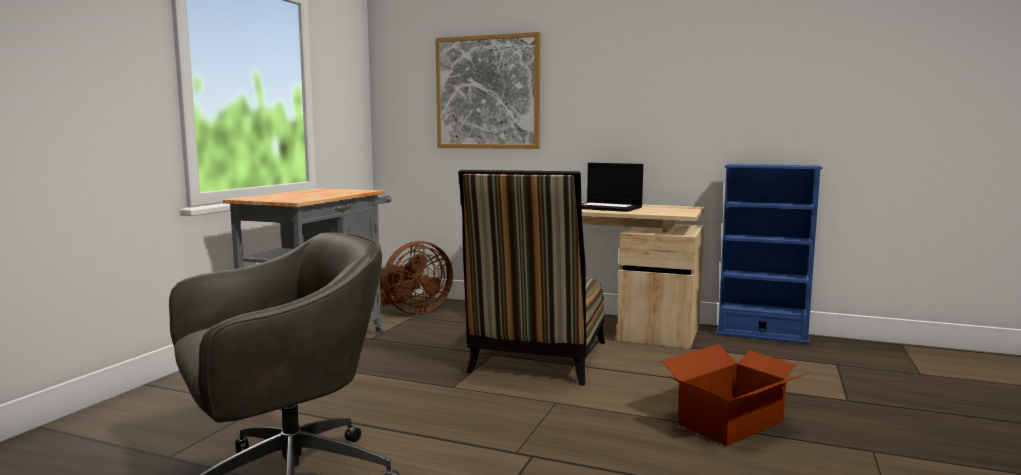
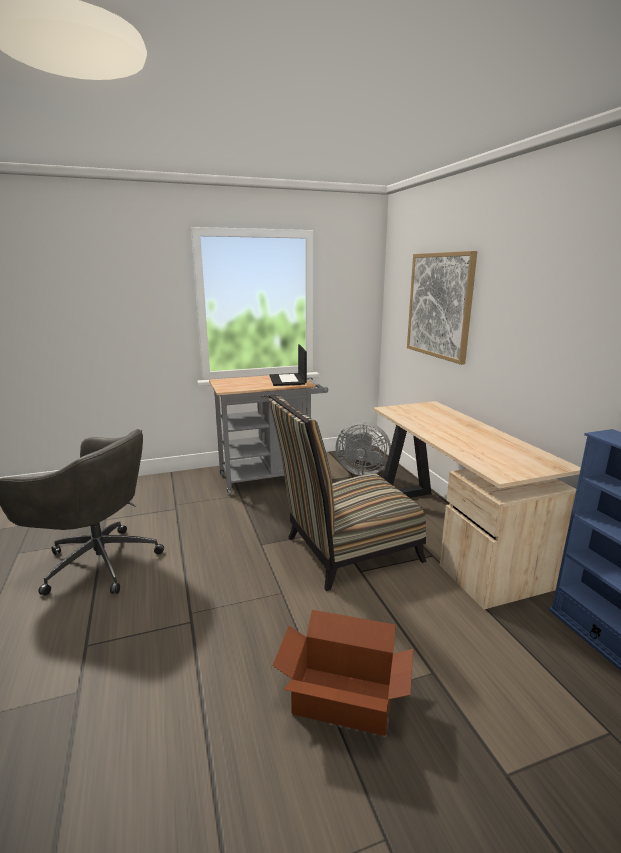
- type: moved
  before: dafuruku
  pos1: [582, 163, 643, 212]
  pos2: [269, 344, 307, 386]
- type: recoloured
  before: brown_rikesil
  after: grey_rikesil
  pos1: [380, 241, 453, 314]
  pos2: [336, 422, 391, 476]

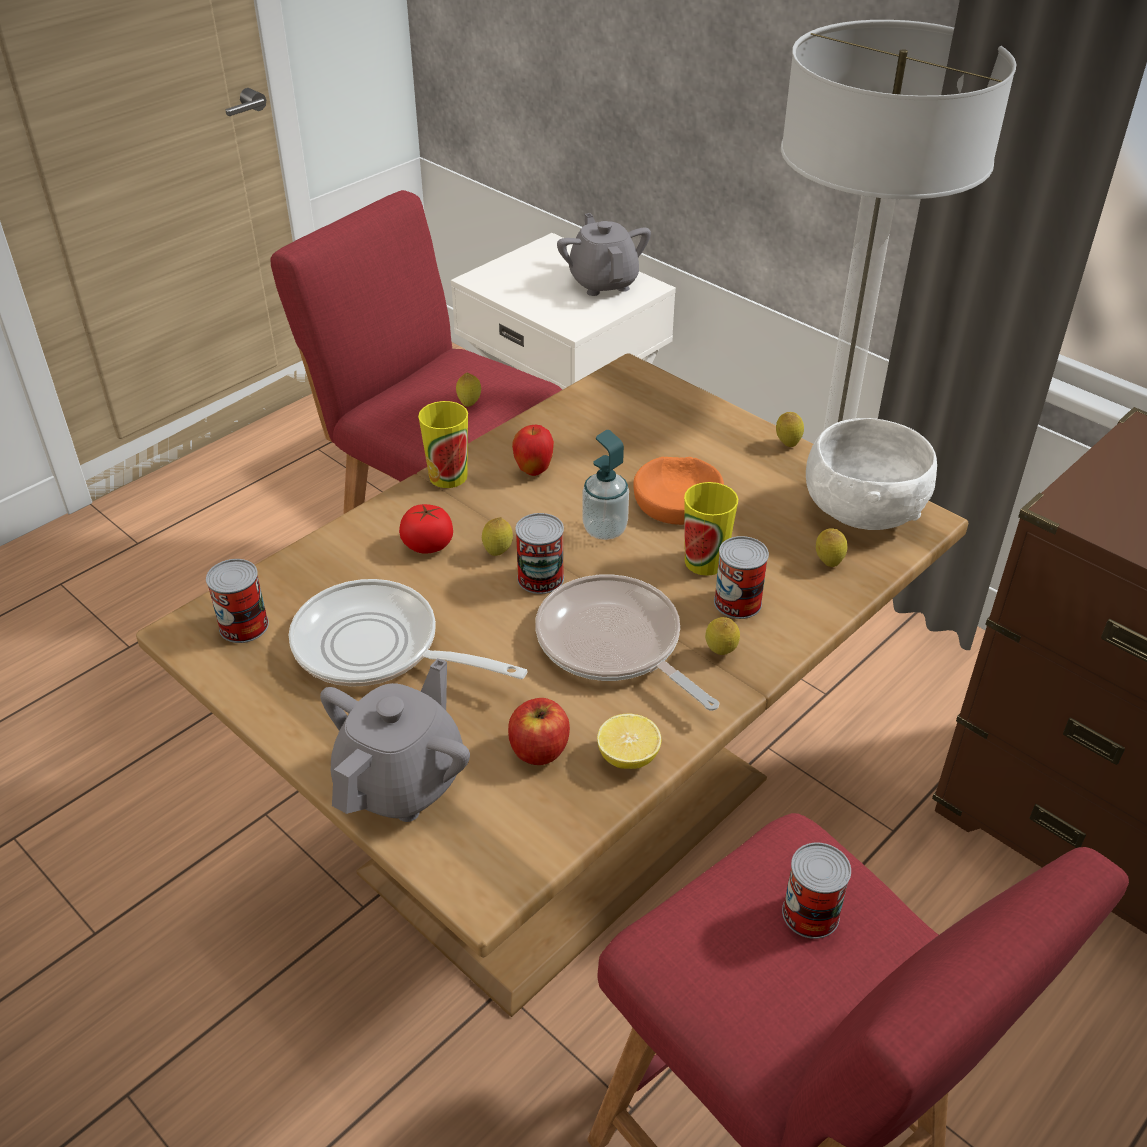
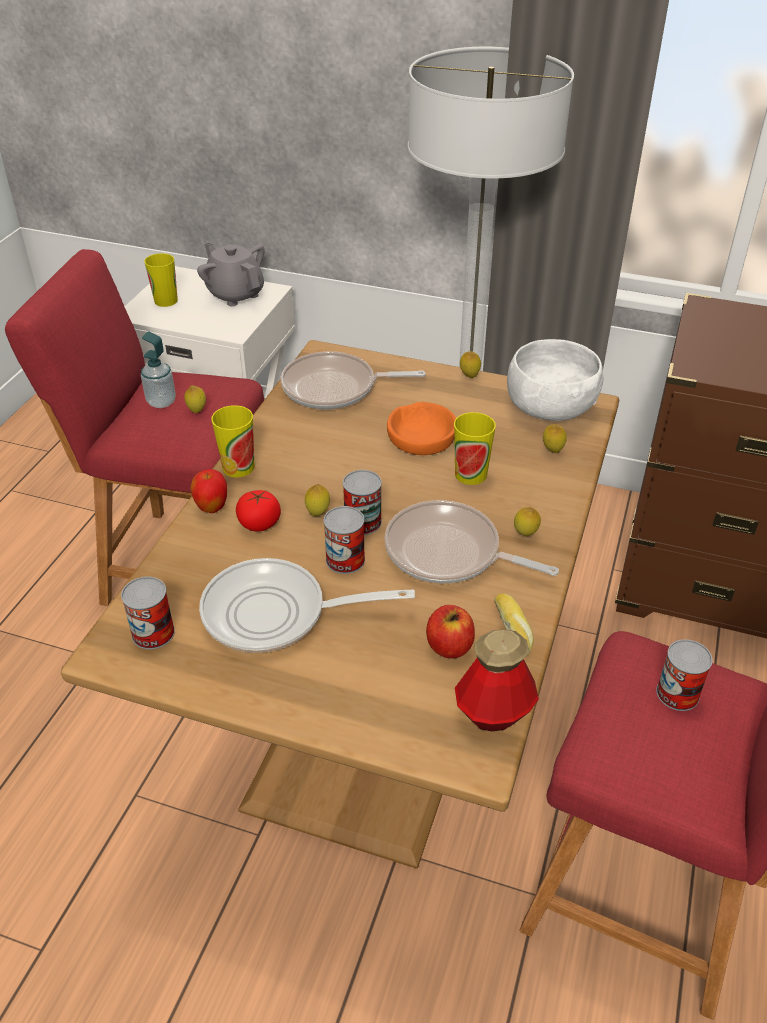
- type: moved
  before: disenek
  pos1: [512, 425, 554, 476]
  pos2: [190, 469, 227, 513]
- type: moved
  before: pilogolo
  pos1: [582, 430, 629, 540]
  pos2: [141, 332, 176, 408]
- type: moved
  before: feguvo
  pos1: [714, 536, 769, 619]
  pos2: [324, 506, 365, 574]
- type: removed
  before: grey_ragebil
  pos1: [320, 658, 470, 822]
- type: replaced
  before: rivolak
  after: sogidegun
  pos1: [597, 714, 661, 769]
  pos2: [494, 593, 534, 656]
- type: added
  after: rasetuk
  pos2: [144, 253, 178, 307]
- type: added
  after: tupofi
  pos2: [280, 351, 426, 409]
- type: added
  after: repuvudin
  pos2: [455, 629, 539, 731]

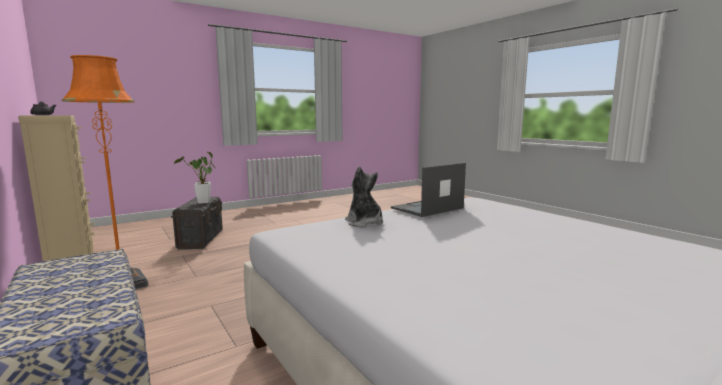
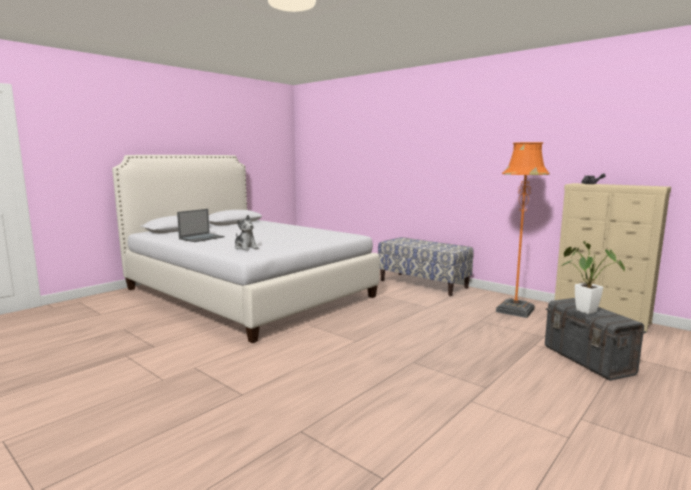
- type: moved
  before: dafuruku
  pos1: [391, 163, 466, 217]
  pos2: [177, 209, 224, 242]
- type: moved
  before: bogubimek
  pos1: [345, 166, 383, 227]
  pos2: [235, 215, 259, 250]

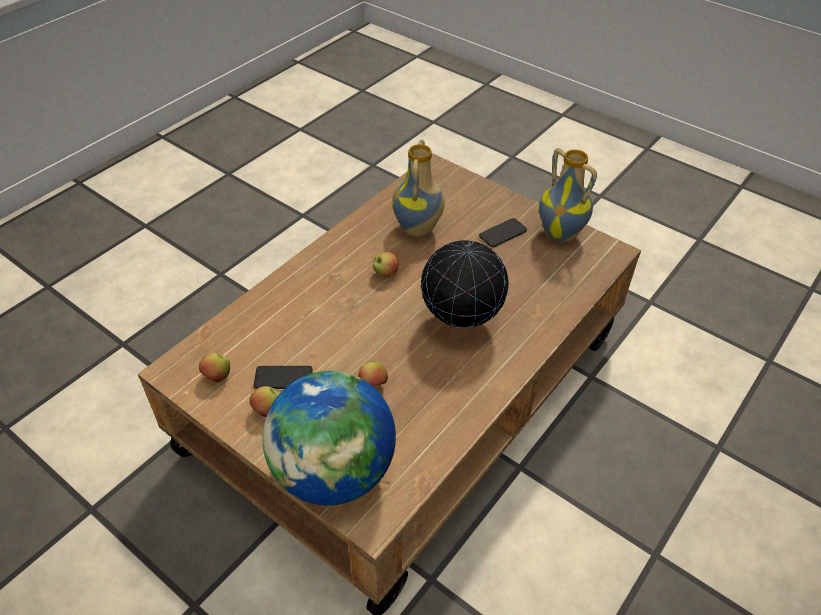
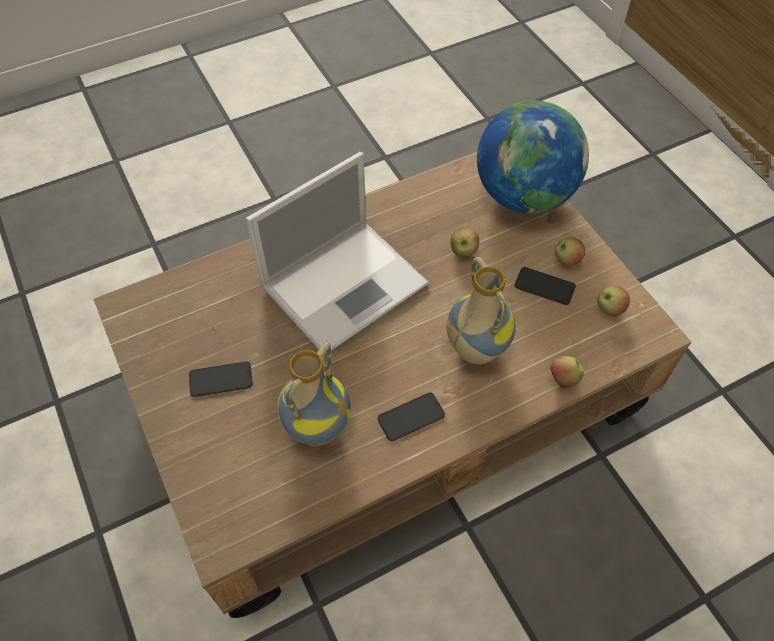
- type: moved
  before: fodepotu
  pos1: [539, 148, 597, 242]
  pos2: [446, 257, 516, 364]
- type: replaced
  before: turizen
  after: dafuruku
  pos1: [420, 240, 509, 328]
  pos2: [246, 152, 429, 351]
- type: moved
  before: disenek
  pos1: [373, 251, 399, 278]
  pos2: [550, 356, 584, 388]
- type: added
  after: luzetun
  pos2: [377, 392, 445, 441]

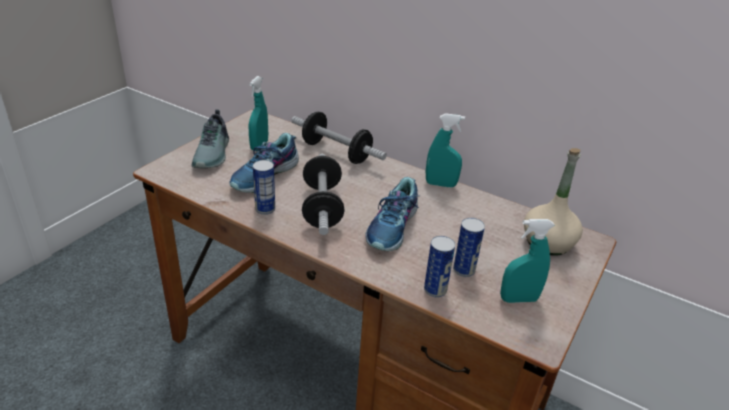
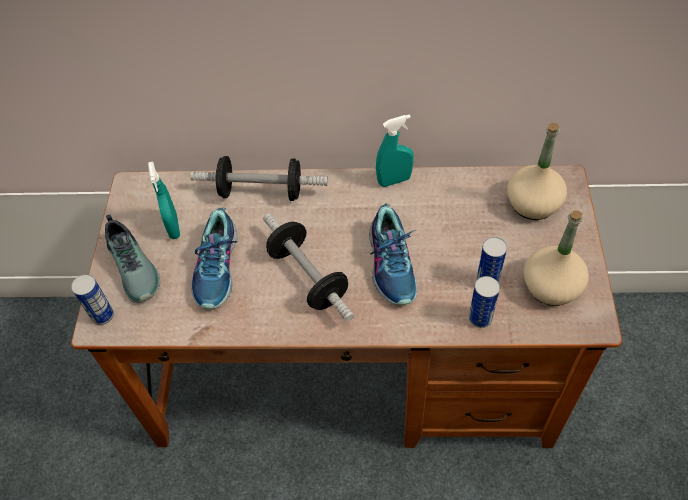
- type: moved
  before: feguvo
  pos1: [253, 160, 275, 215]
  pos2: [71, 274, 114, 325]
- type: replaced
  before: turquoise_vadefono
  after: beige_repuvudin
  pos1: [500, 219, 555, 303]
  pos2: [523, 211, 589, 306]

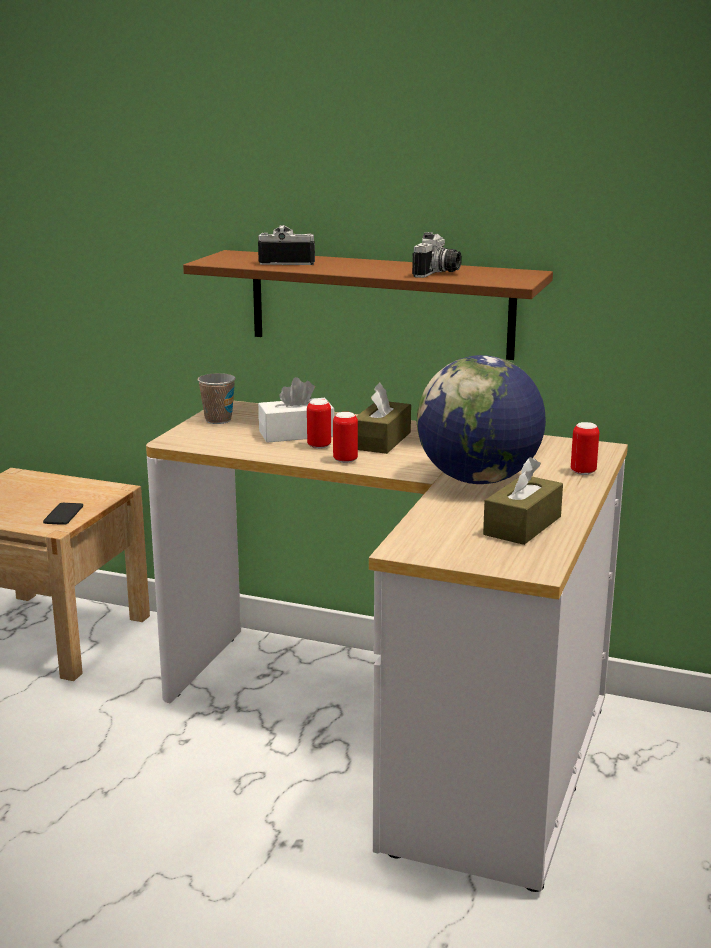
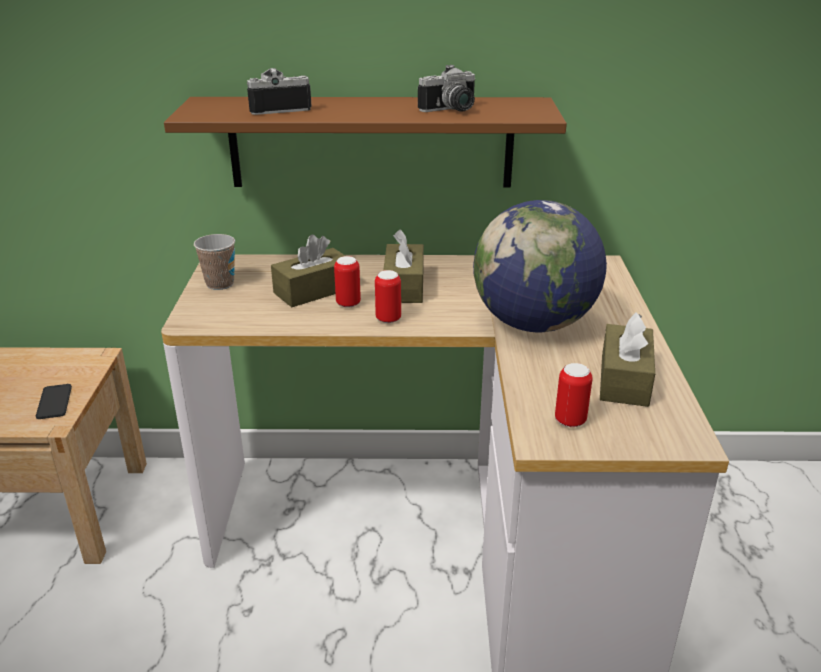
- type: turned
  before: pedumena
  pos1: [412, 232, 462, 278]
  pos2: [418, 65, 476, 112]
  turn: 60
- type: recoloured
  before: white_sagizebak
  after: brown_sagizebak
  pos1: [258, 377, 334, 443]
  pos2: [271, 235, 345, 307]
- type: moved
  before: feguvo
  pos1: [571, 422, 599, 475]
  pos2: [555, 363, 593, 427]

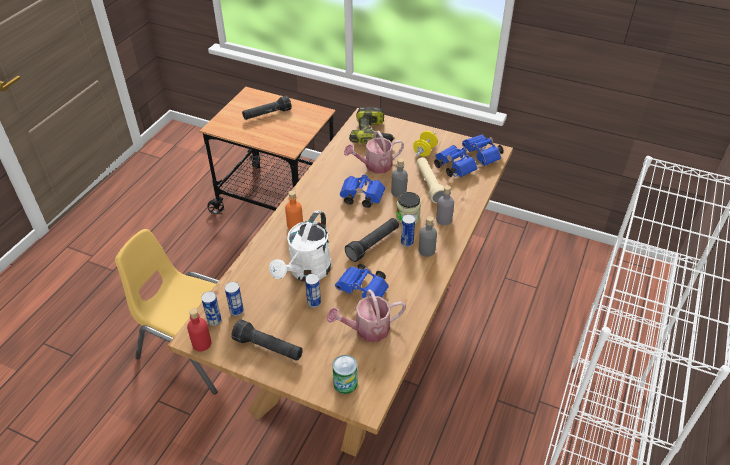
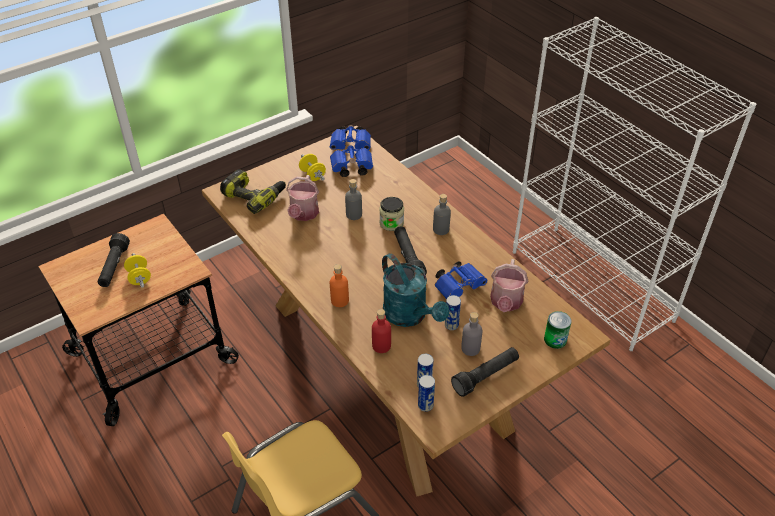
- type: removed
  before: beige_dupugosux
  pos1: [417, 157, 444, 203]
- type: removed
  before: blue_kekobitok
  pos1: [340, 174, 385, 208]
- type: moved
  before: grey_repuvudin
  pos1: [436, 185, 454, 225]
  pos2: [461, 312, 482, 356]
- type: recoloured
  before: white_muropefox
  after: turquoise_muropefox
  pos1: [269, 210, 331, 282]
  pos2: [382, 253, 449, 327]
- type: removed
  before: feguvo
  pos1: [401, 214, 415, 247]
- type: moved
  before: red_repuvudin
  pos1: [187, 308, 211, 351]
  pos2: [372, 309, 391, 353]
- type: added
  after: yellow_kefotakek
  pos2: [124, 253, 151, 287]

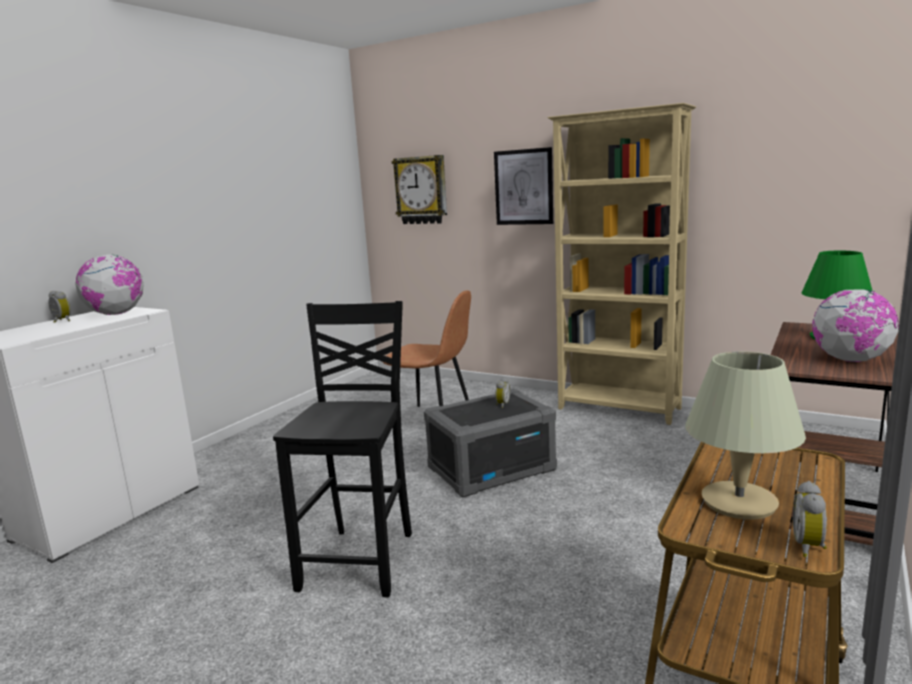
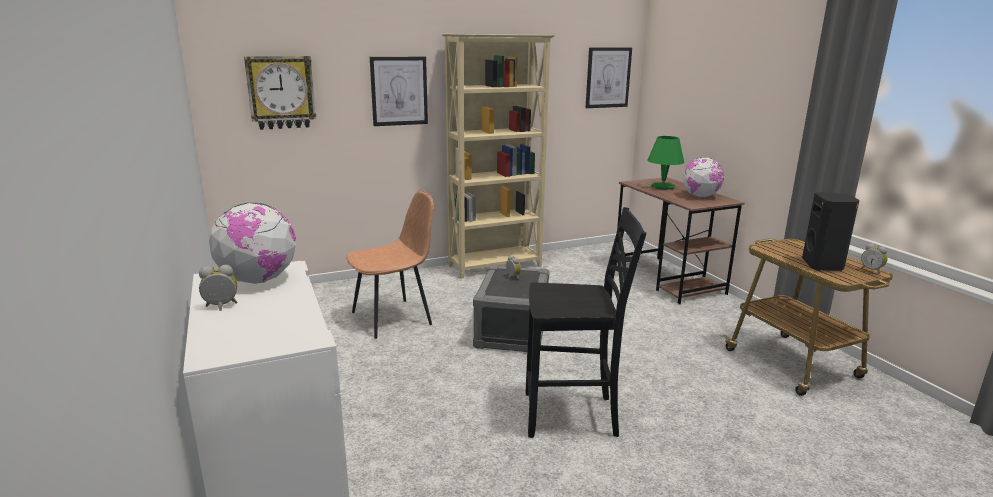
- type: turned
  before: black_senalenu
  pos1: [273, 301, 412, 598]
  pos2: [526, 207, 646, 438]
  turn: 135
- type: replaced
  before: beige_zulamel
  after: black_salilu
  pos1: [685, 352, 806, 520]
  pos2: [802, 192, 859, 271]
- type: added
  after: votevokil
  pos2: [586, 47, 632, 108]

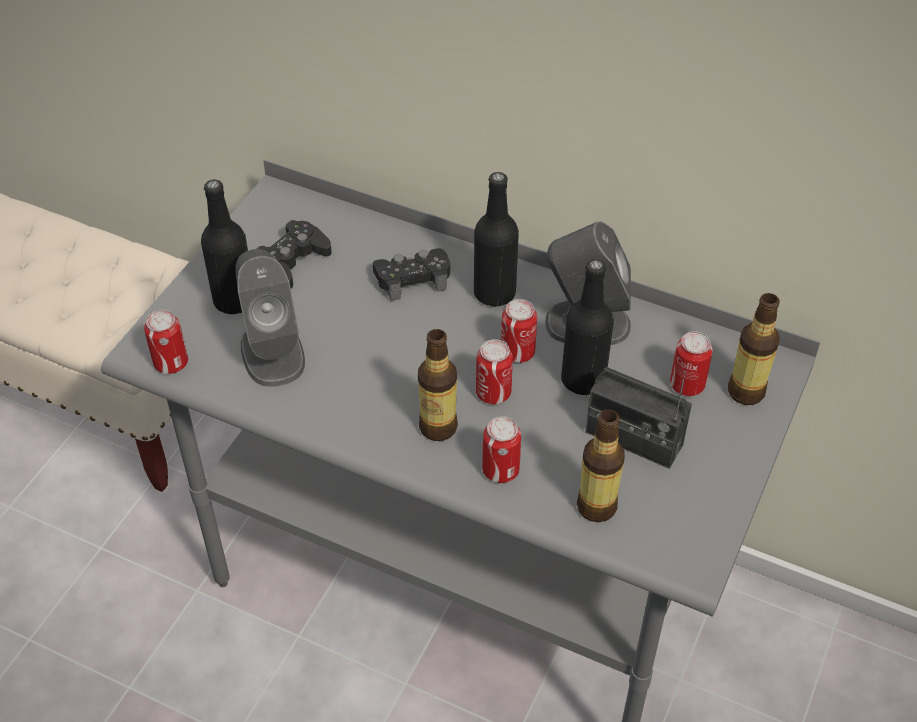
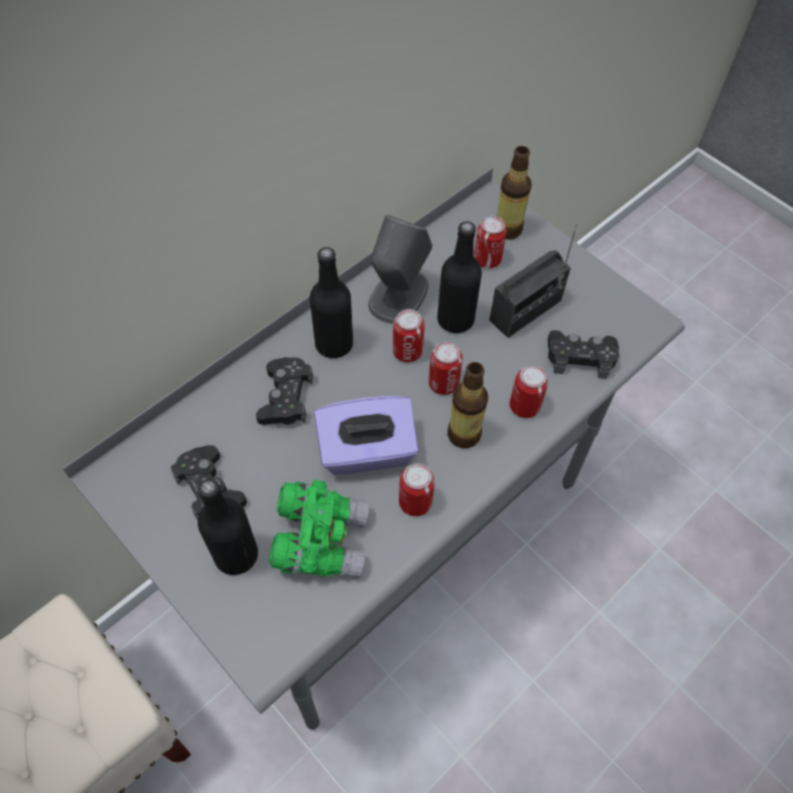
- type: replaced
  before: grey_salilu
  after: green_kekobitok
  pos1: [235, 249, 305, 387]
  pos2: [269, 480, 369, 578]
- type: moved
  before: feguvo
  pos1: [144, 310, 188, 374]
  pos2: [399, 463, 435, 516]
- type: replaced
  before: repuvudin
  after: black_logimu
  pos1: [577, 410, 625, 522]
  pos2: [548, 330, 619, 379]
- type: added
  after: purple_sagizebak
  pos2: [314, 396, 419, 475]

